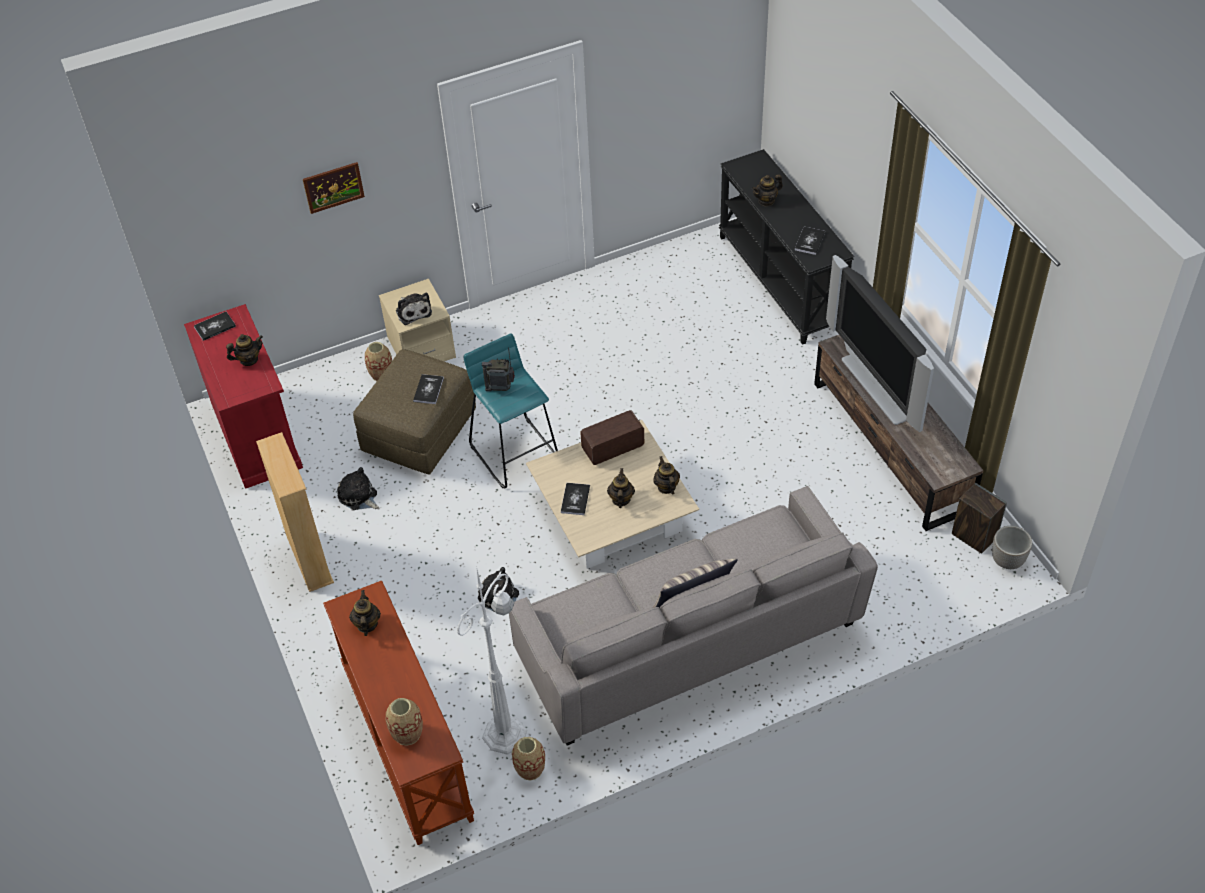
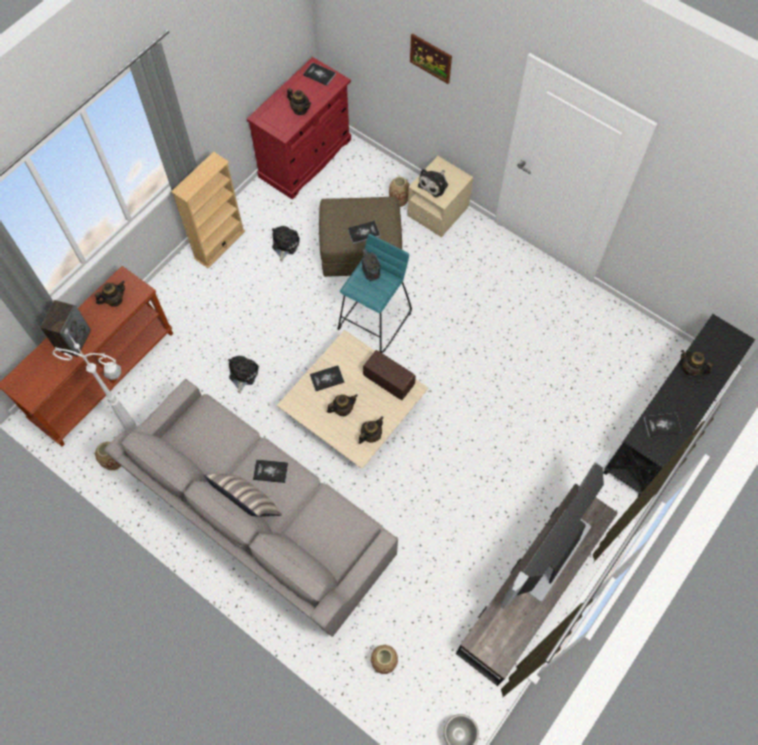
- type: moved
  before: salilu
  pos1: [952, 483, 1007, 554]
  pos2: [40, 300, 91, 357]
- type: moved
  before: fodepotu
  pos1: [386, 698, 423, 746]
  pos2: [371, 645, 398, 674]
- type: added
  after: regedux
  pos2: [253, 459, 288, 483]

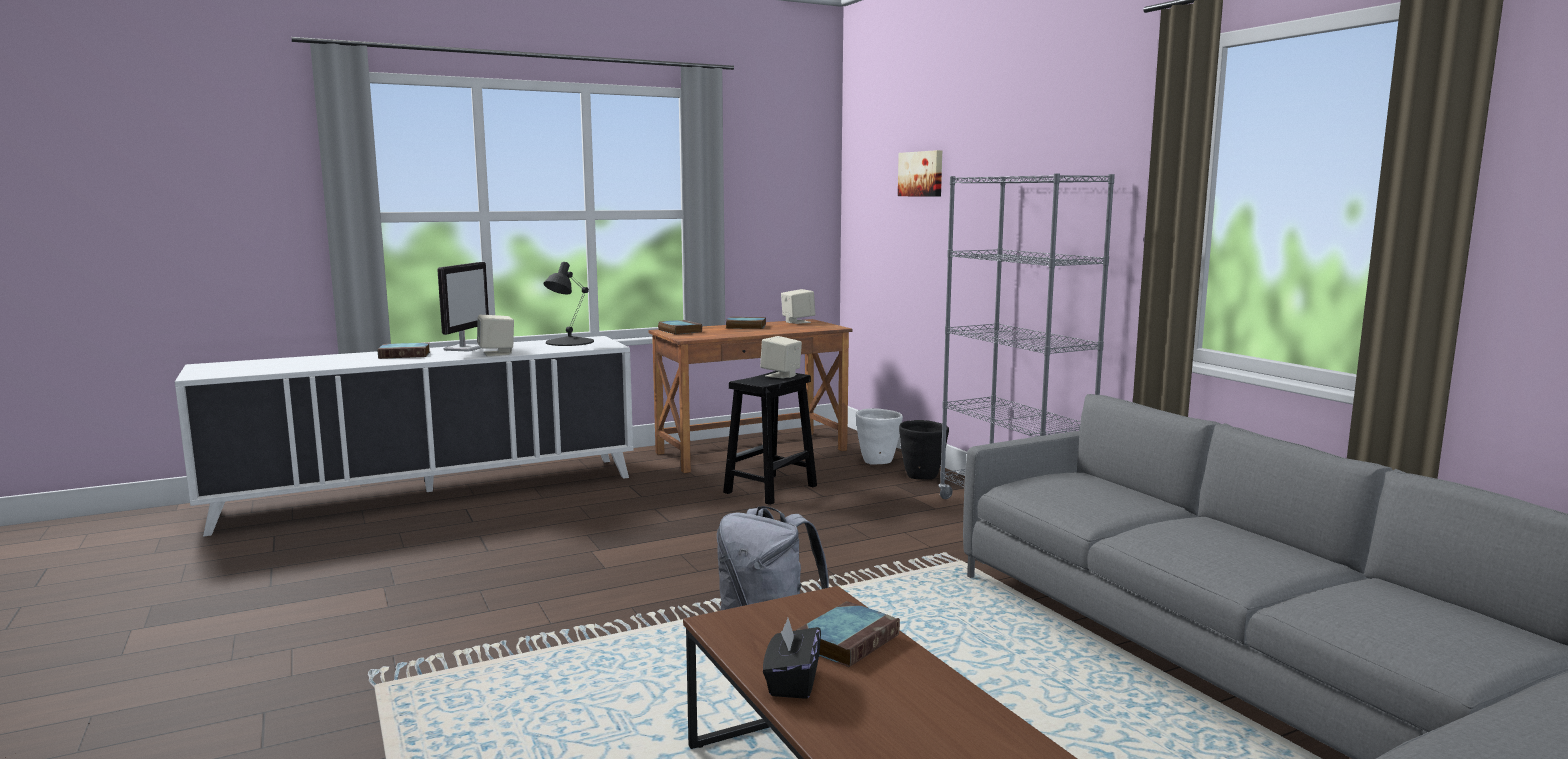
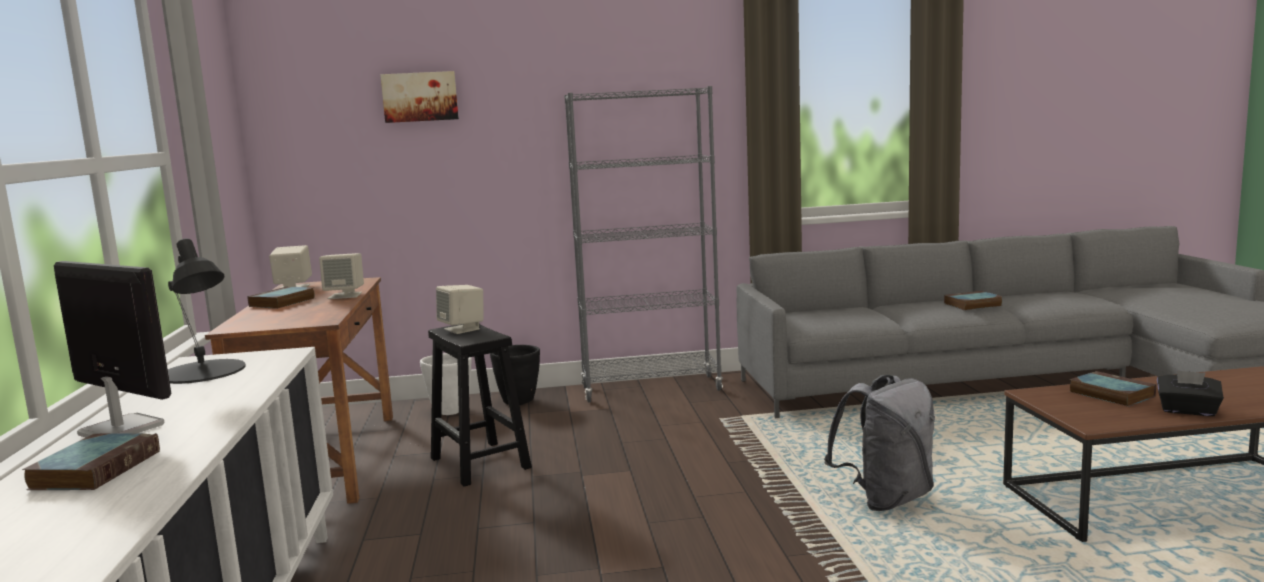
- type: moved
  before: beige_salilu
  pos1: [477, 315, 514, 356]
  pos2: [319, 253, 364, 299]
- type: moved
  before: regedux
  pos1: [658, 320, 702, 335]
  pos2: [944, 291, 1003, 310]

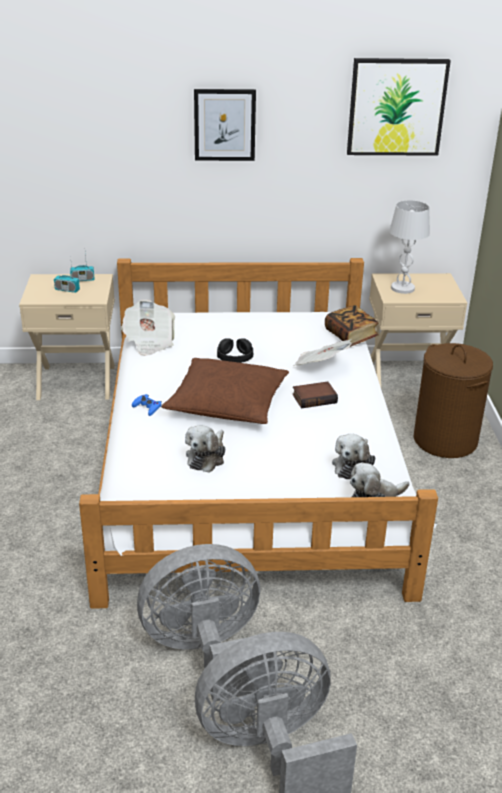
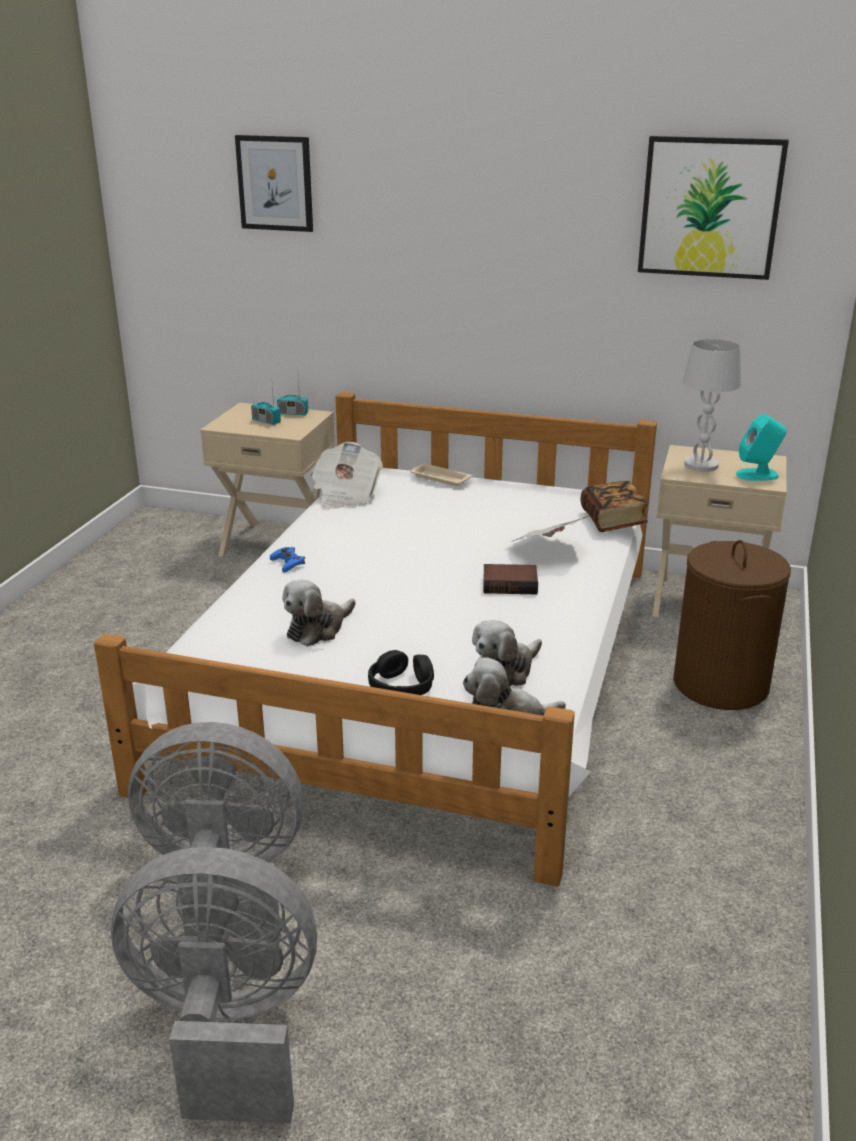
- type: moved
  before: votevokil
  pos1: [194, 89, 256, 161]
  pos2: [235, 135, 313, 232]
- type: moved
  before: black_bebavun
  pos1: [217, 338, 253, 363]
  pos2: [368, 650, 434, 695]
- type: removed
  before: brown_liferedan
  pos1: [162, 358, 289, 424]
- type: added
  after: turquoise_salilu
  pos2: [736, 414, 787, 481]
- type: added
  after: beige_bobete
  pos2: [410, 464, 472, 486]

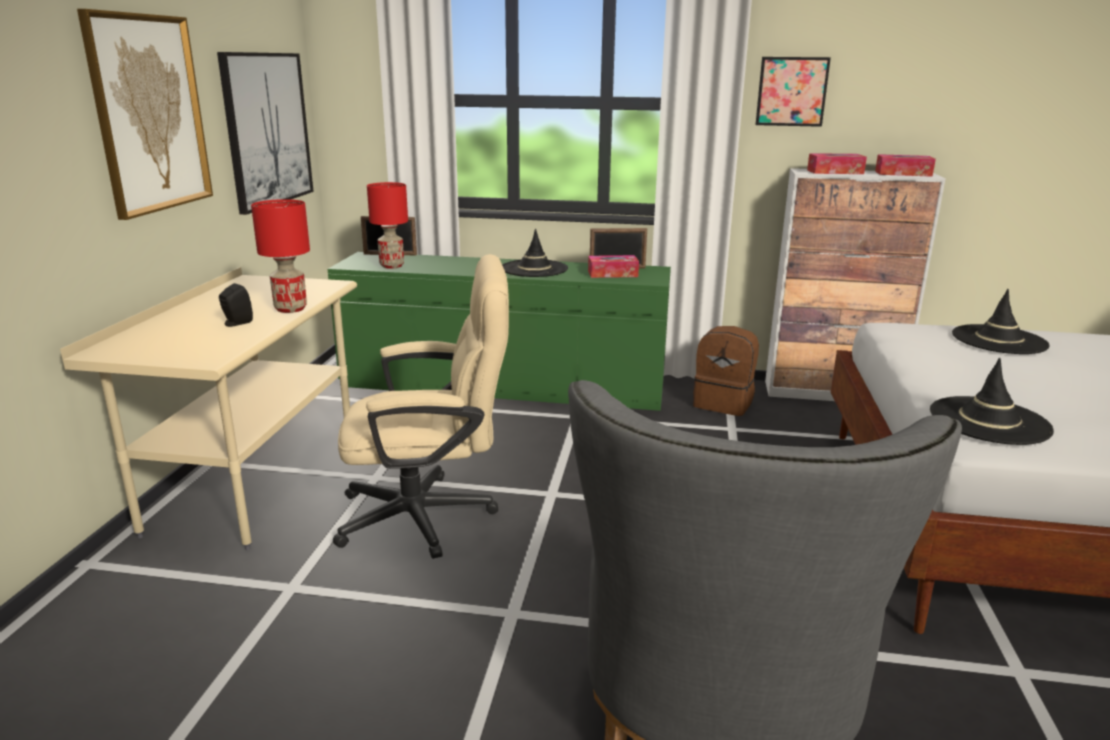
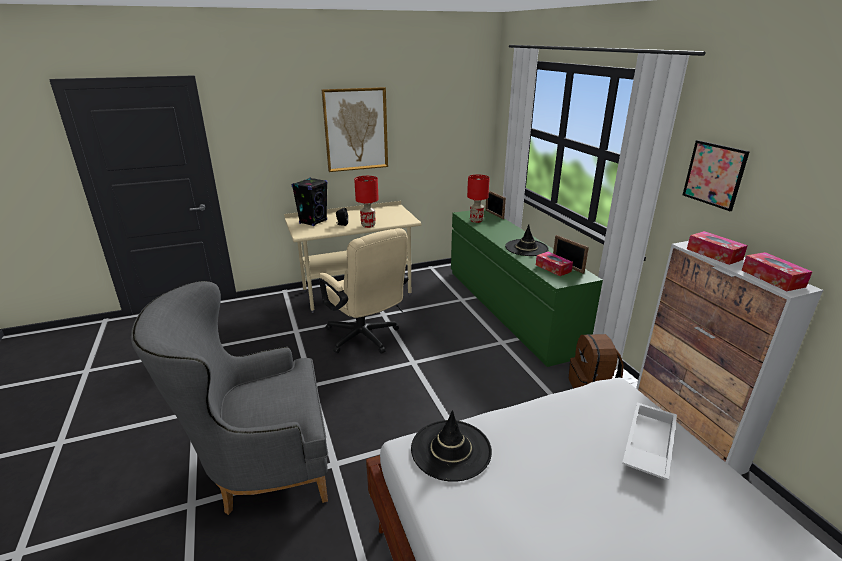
- type: removed
  before: votevokil
  pos1: [217, 52, 314, 215]
- type: replaced
  before: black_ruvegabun
  after: white_bobete
  pos1: [952, 289, 1049, 354]
  pos2: [622, 403, 677, 480]
- type: added
  after: black_salilu
  pos2: [292, 177, 328, 226]

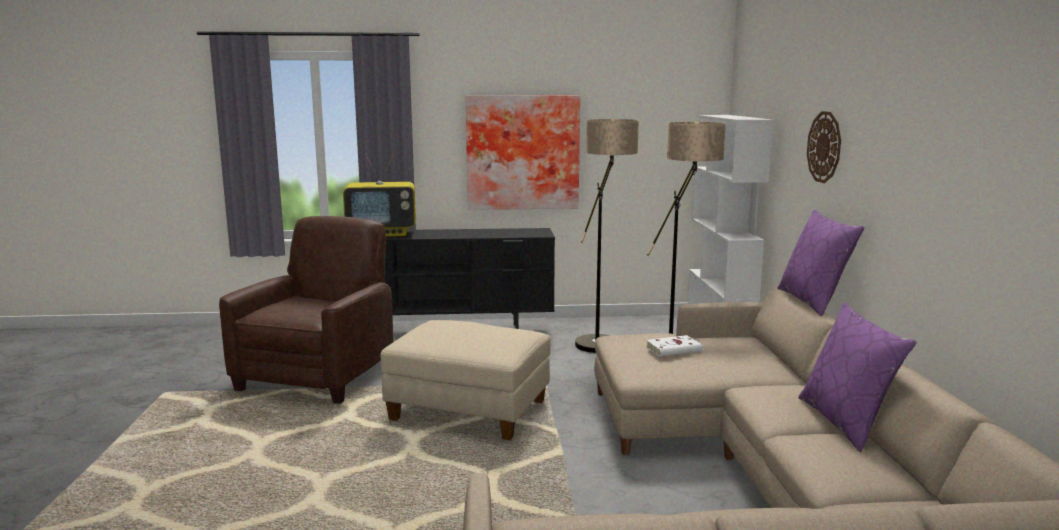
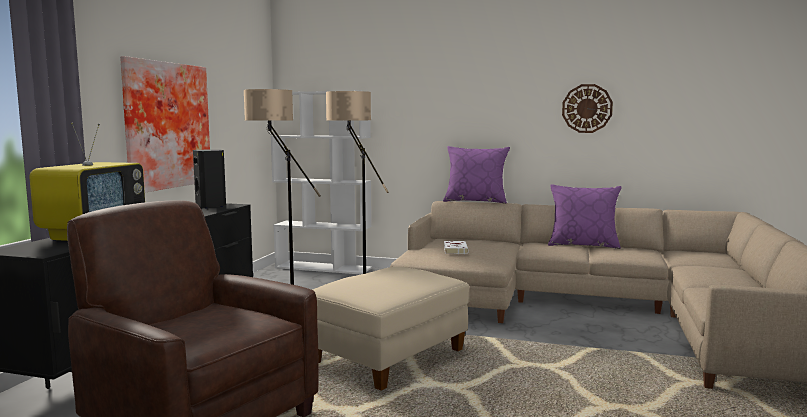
- type: moved
  before: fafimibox
  pos1: [807, 111, 841, 183]
  pos2: [562, 84, 613, 133]
- type: added
  after: black_salilu
  pos2: [193, 149, 226, 208]

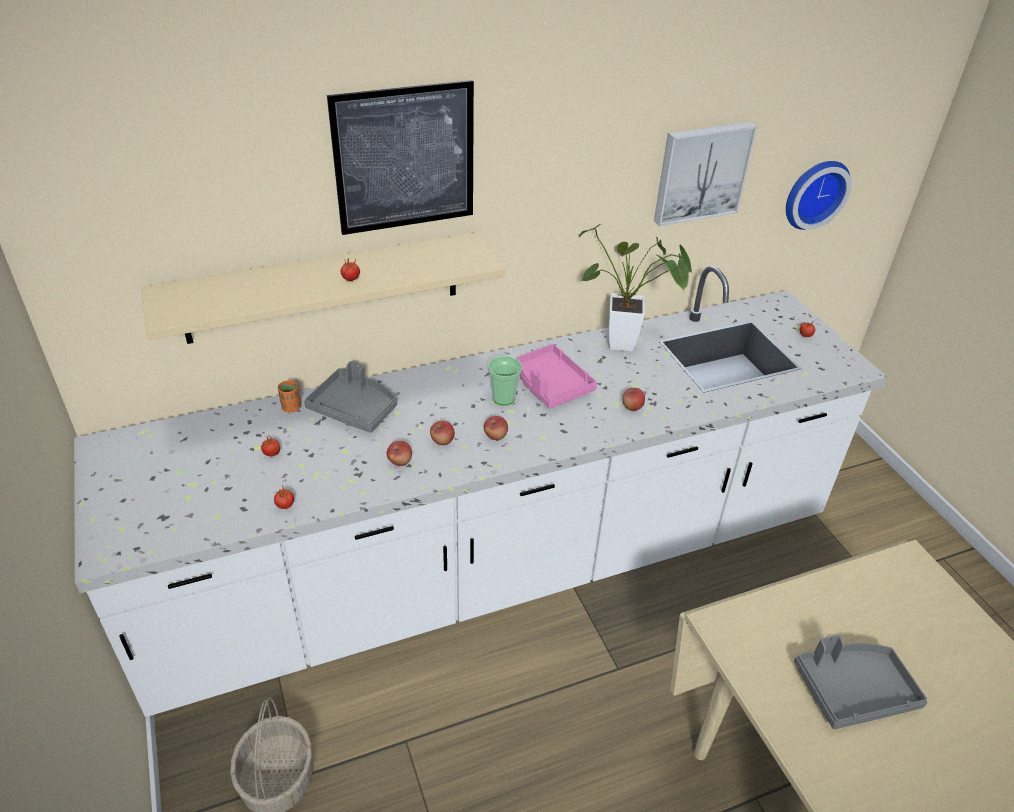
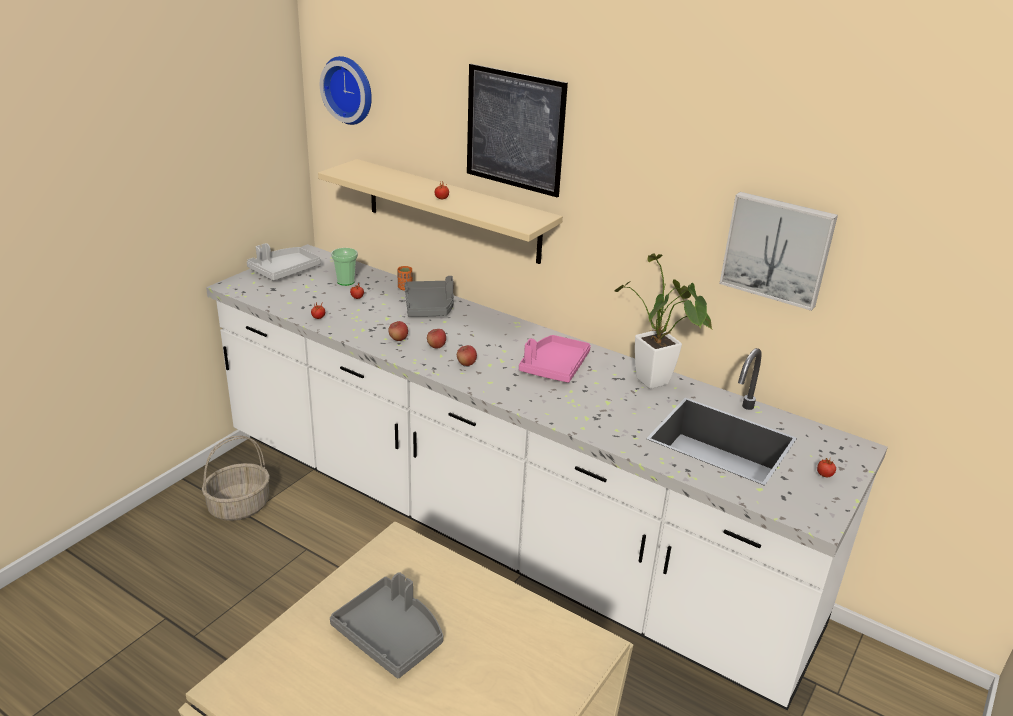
- type: moved
  before: fafimibox
  pos1: [786, 161, 851, 230]
  pos2: [320, 56, 372, 125]
- type: moved
  before: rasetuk
  pos1: [488, 356, 522, 406]
  pos2: [331, 248, 358, 286]
- type: removed
  before: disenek
  pos1: [622, 388, 645, 411]
- type: added
  after: grey_bobete
  pos2: [247, 243, 321, 281]

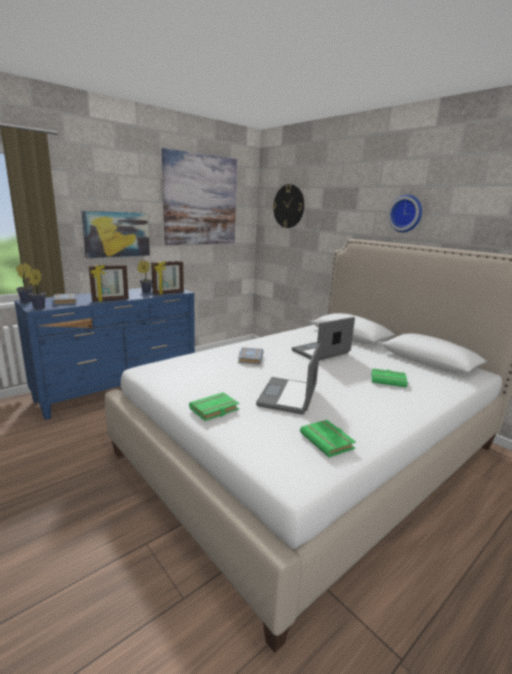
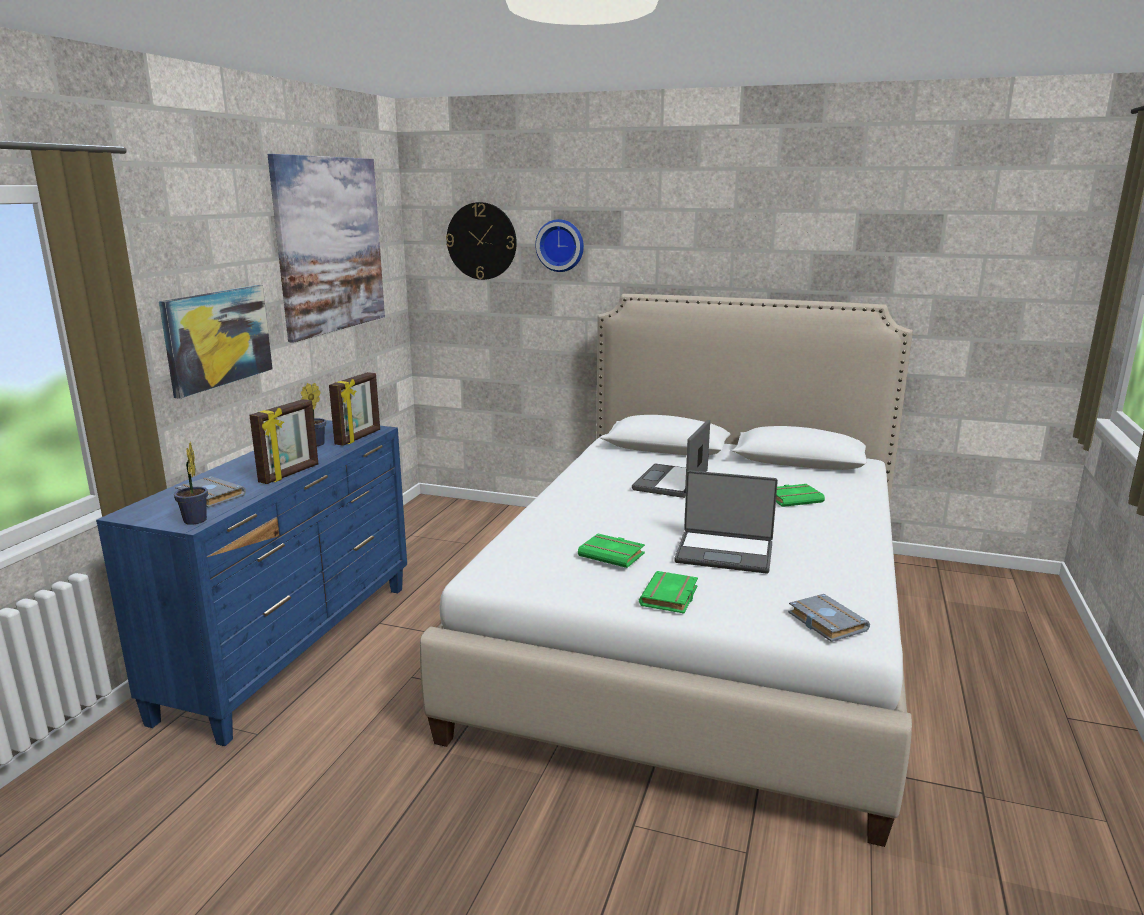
- type: moved
  before: fafimibox
  pos1: [388, 195, 422, 232]
  pos2: [535, 219, 584, 272]
- type: removed
  before: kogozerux
  pos1: [16, 263, 33, 303]
- type: turned
  before: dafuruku
  pos1: [256, 343, 320, 415]
  pos2: [674, 470, 778, 574]
  turn: -60
- type: moved
  before: grey_regedux
  pos1: [238, 347, 264, 364]
  pos2: [788, 594, 870, 642]
- type: moved
  before: green_regedux
  pos1: [300, 420, 356, 457]
  pos2: [578, 534, 645, 568]

